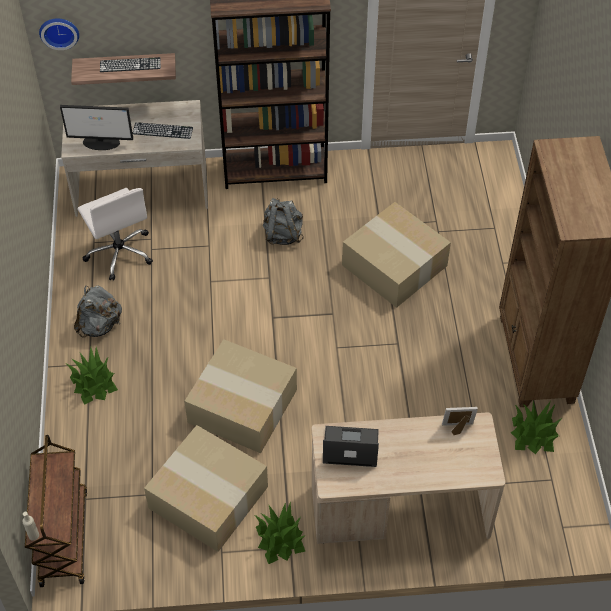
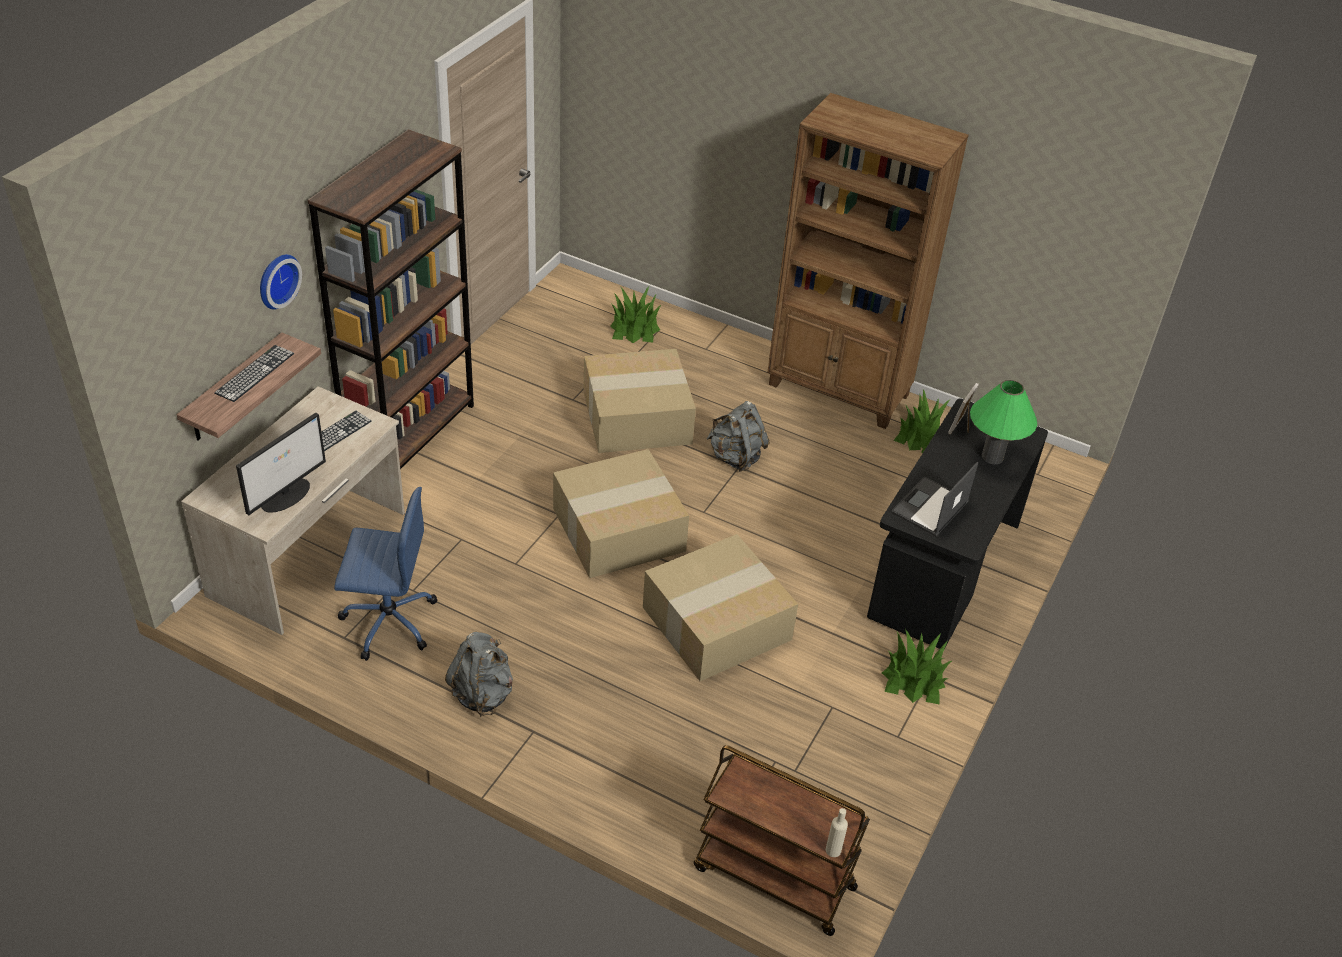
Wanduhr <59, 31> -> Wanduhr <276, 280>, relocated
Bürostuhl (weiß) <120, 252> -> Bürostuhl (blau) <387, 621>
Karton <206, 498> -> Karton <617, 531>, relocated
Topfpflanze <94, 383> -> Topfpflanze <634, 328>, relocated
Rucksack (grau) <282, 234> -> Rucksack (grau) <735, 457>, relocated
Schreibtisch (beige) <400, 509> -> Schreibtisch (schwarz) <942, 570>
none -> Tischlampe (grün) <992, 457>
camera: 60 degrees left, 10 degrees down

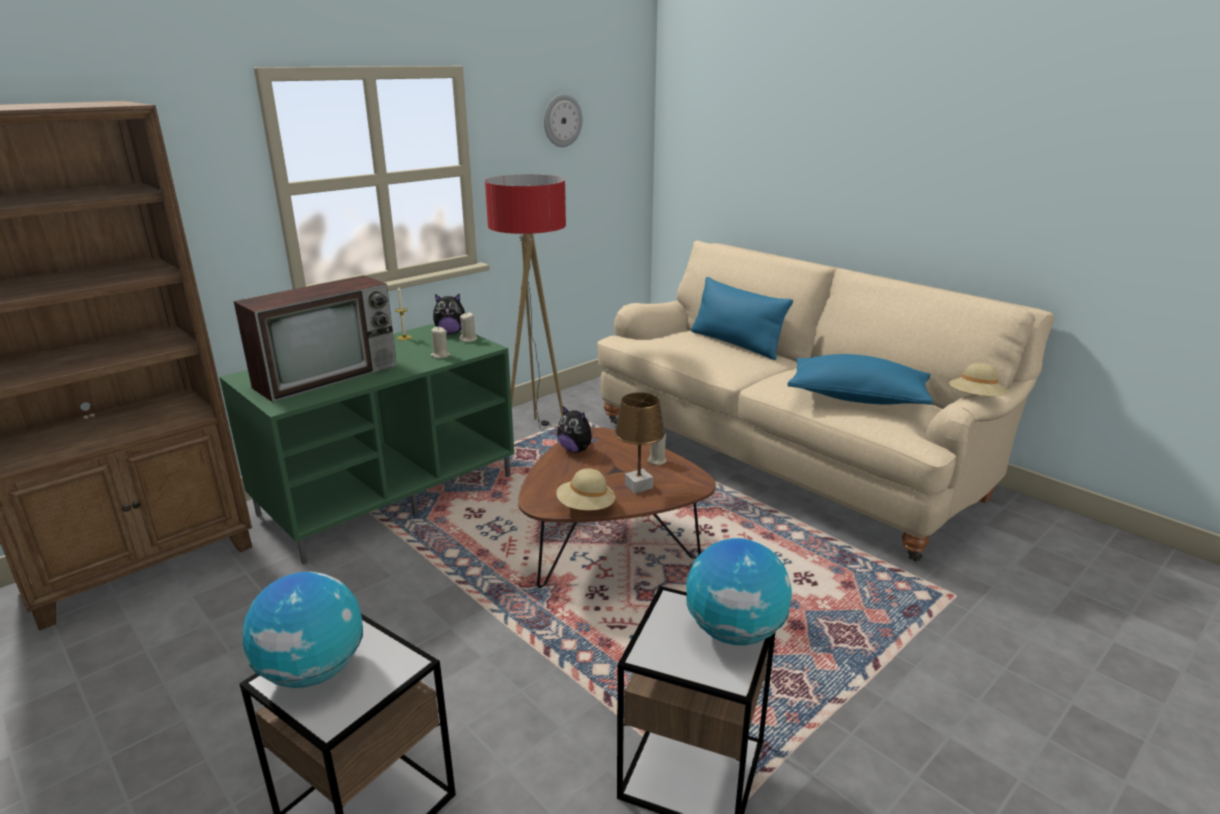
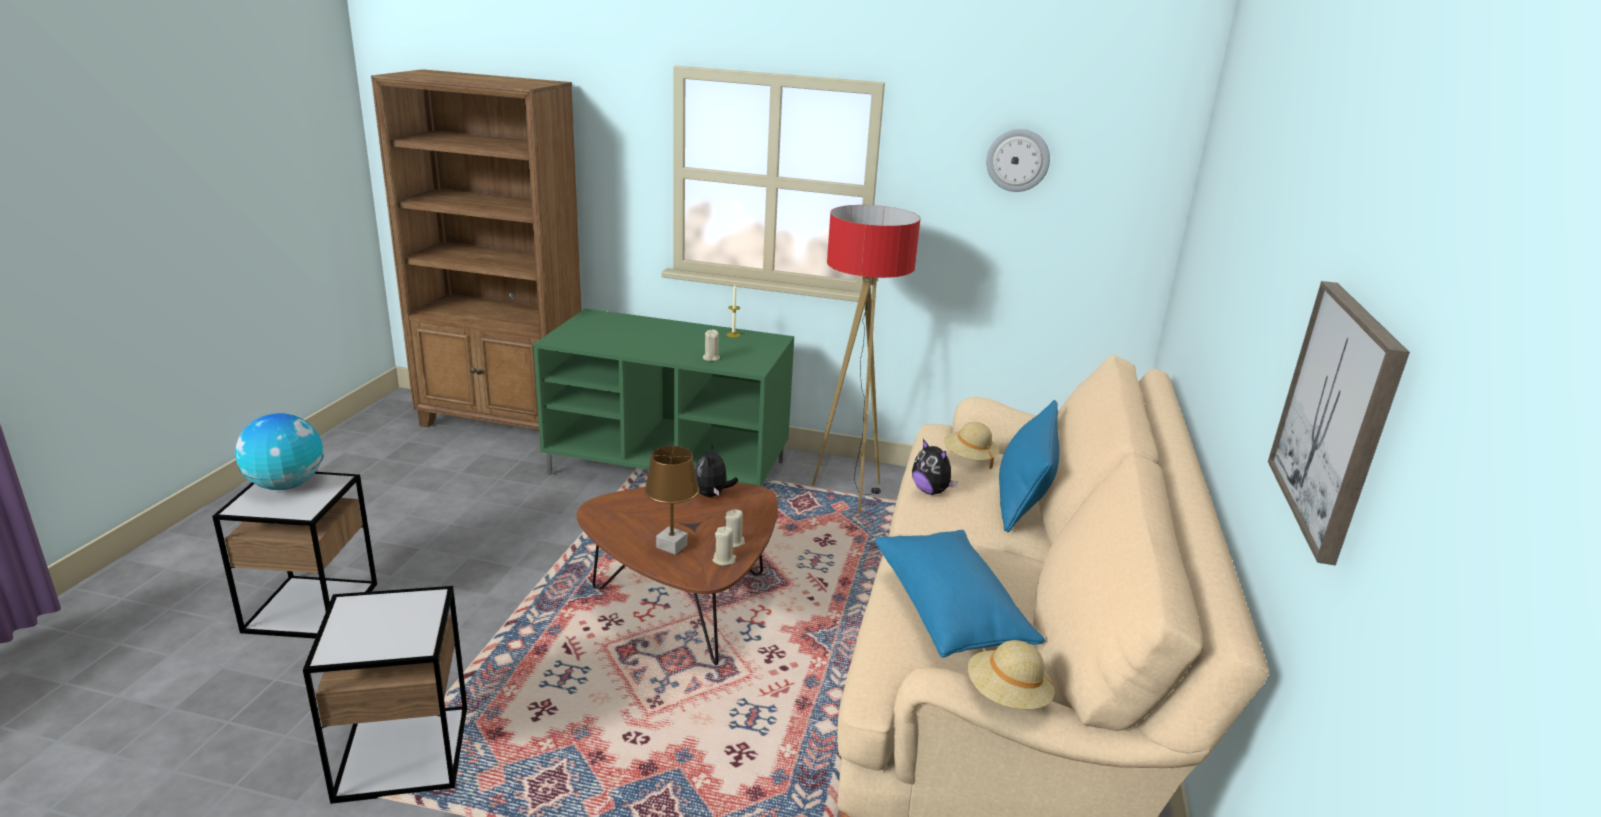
Kerze (beige) <469, 339> -> Kerze (beige) <724, 560>, relocated
Plüschtier <451, 332> -> Plüschtier <931, 491>, relocated
Hut (beige) <586, 508> -> Hut (beige) <969, 458>, relocated
none -> Bild <1336, 416>
Fernseher <329, 375> -> none
Globus <734, 631> -> none
camera: 55 degrees right, 0 degrees up

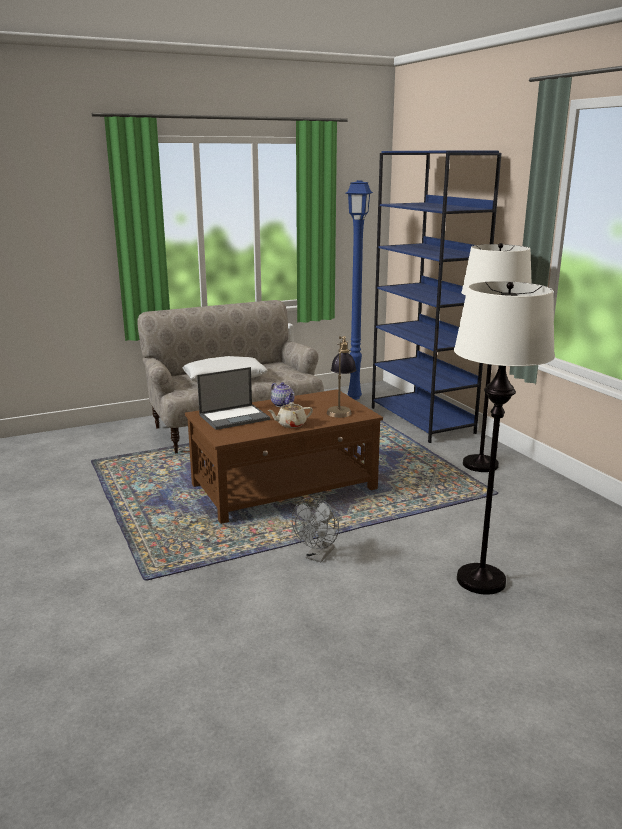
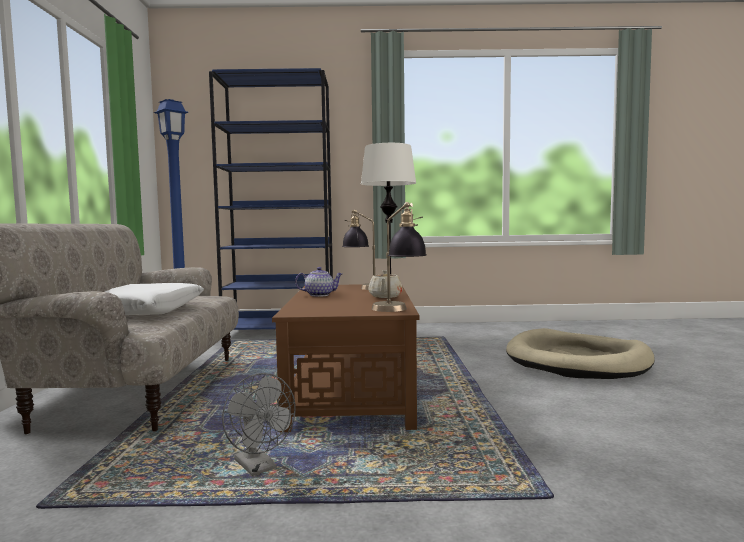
Ventilator (grau) <318, 556> -> Ventilator (grau) <259, 468>, relocated
none -> Tischlampe <398, 310>
Stehlampe (weiß) <481, 580> -> Hundebett (beige) <577, 361>
Laptop <235, 417> -> none
camera: 65 degrees left, 15 degrees down

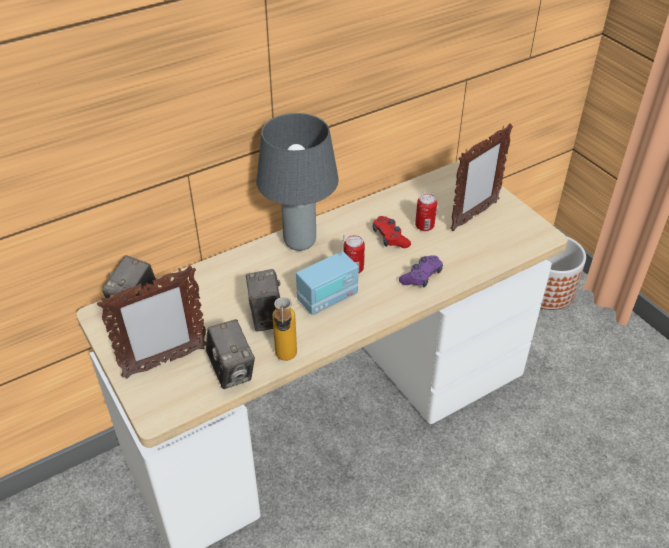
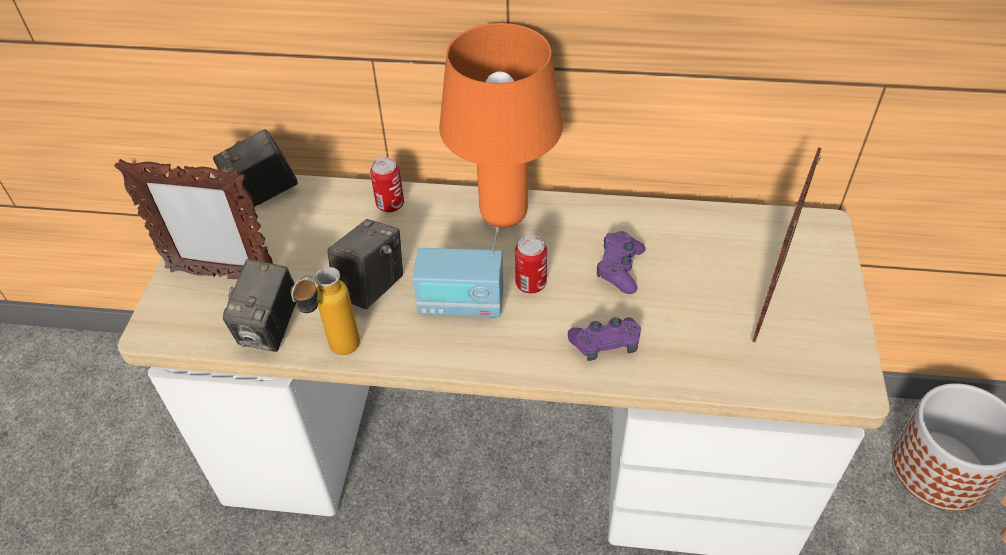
Dose <424, 226> -> Dose <390, 204>, relocated
Tischlampe (grau) <300, 243> -> Tischlampe (orange) <503, 216>
Gamepad (rot) <390, 238> -> Gamepad (lila) <620, 268>
Bilderrahmen <473, 216> -> Bilderrahmen <770, 300>, 120 degrees clockwise
camera: 40 degrees right, 5 degrees up

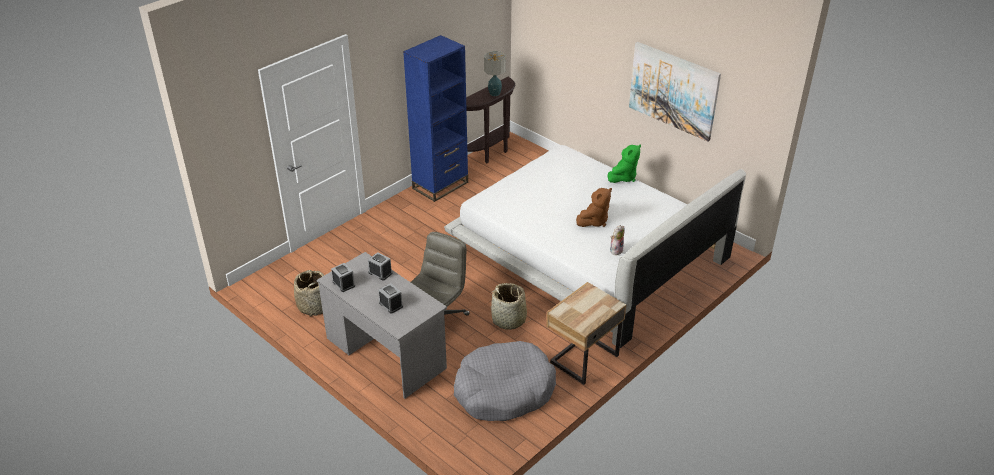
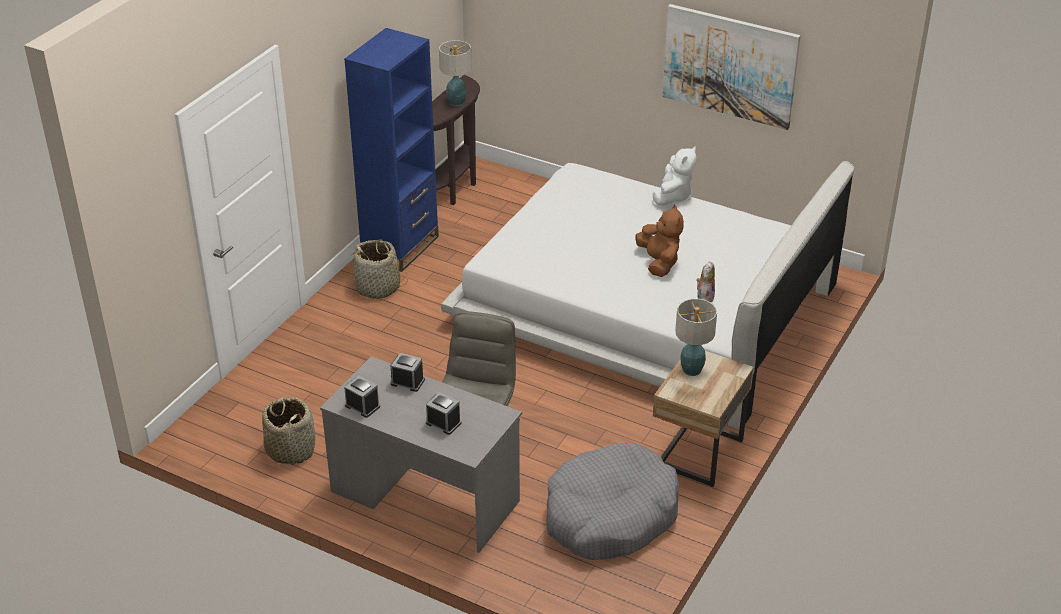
Korb <509, 320> -> Korb <378, 288>, relocated
Plüschtier (braun) <594, 221> -> Plüschtier (braun) <659, 263>, 45 degrees counterclockwise
Plüschtier (grün) <623, 177> -> Plüschtier (weiß) <673, 196>
none -> Tischlampe <691, 369>
camera: 15 degrees left, 0 degrees up

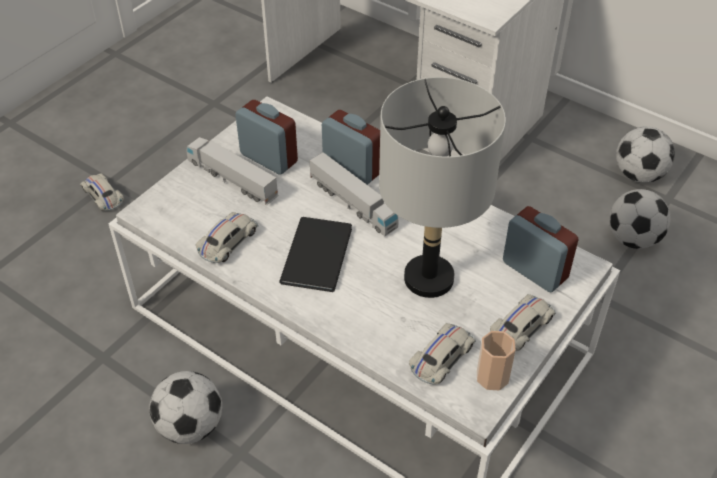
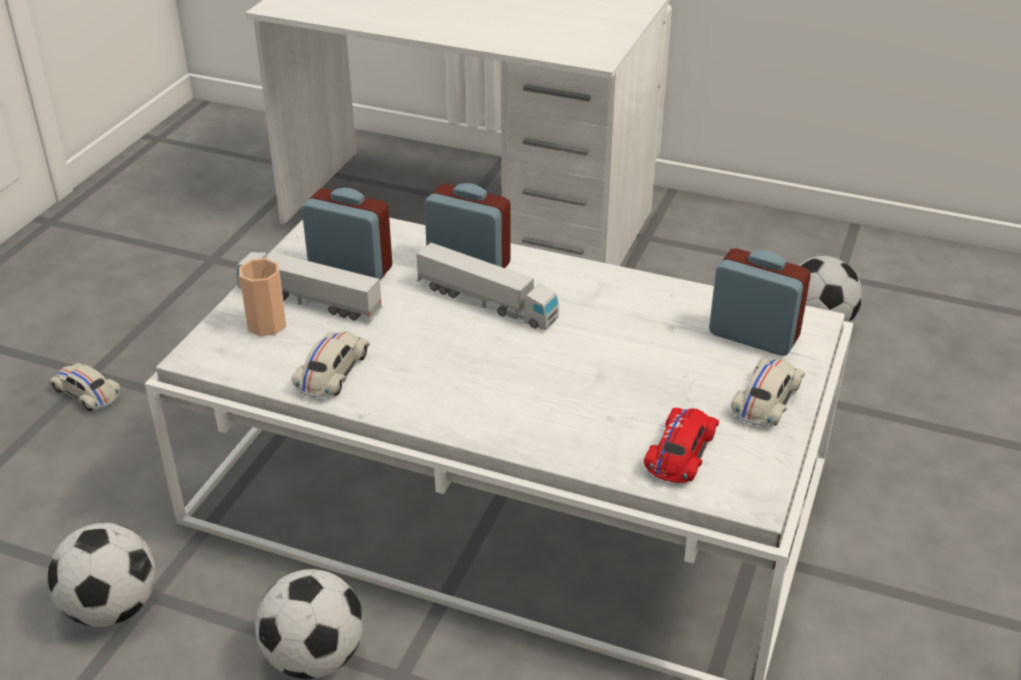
Fußball <638, 175> -> Fußball <112, 608>, relocated
Tasse <492, 377> -> Tasse <267, 324>, relocated
Spielzeugauto (weiß) <442, 358> -> Spielzeugauto (rot) <681, 453>
Buch (schwarz) <320, 253> -> none
Tischlampe (grau) <429, 278> -> none
camera: 15 degrees left, 10 degrees down

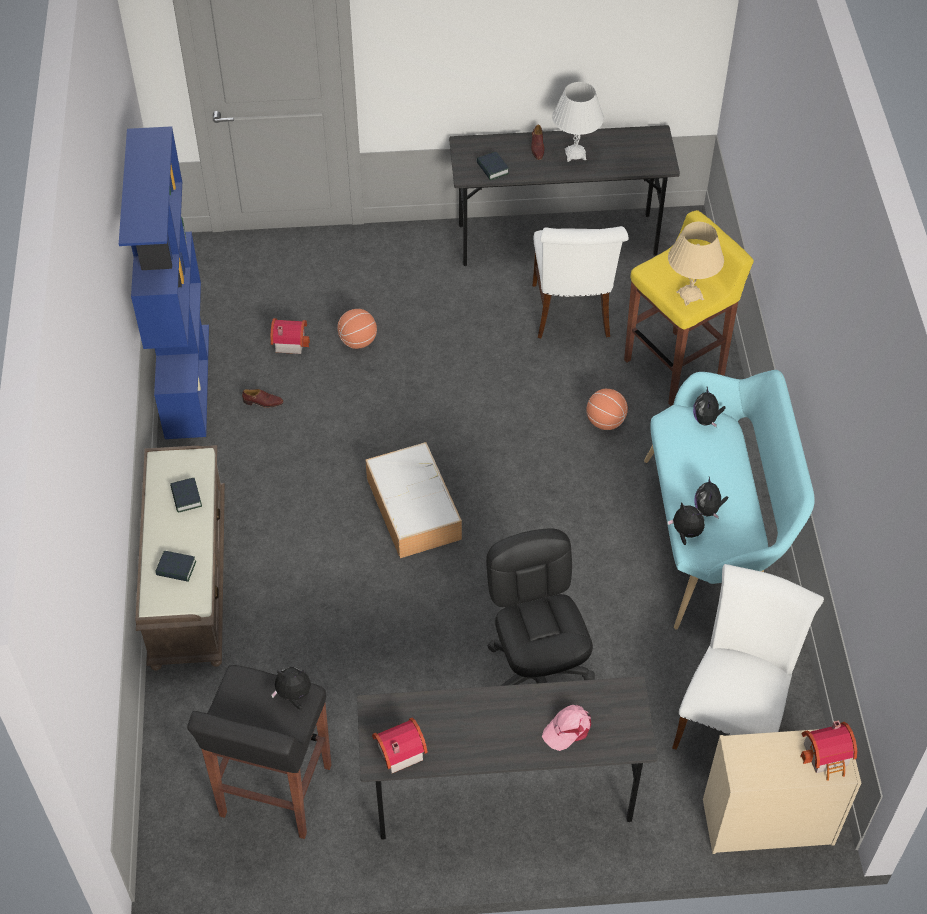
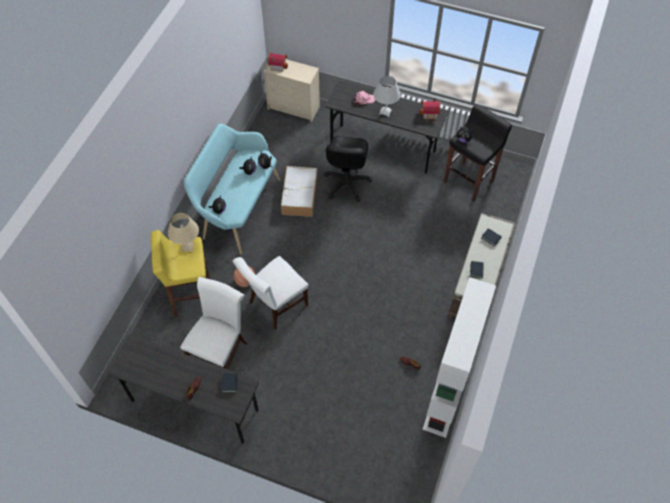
Stuhl (weiß) <732, 720> -> Stuhl (weiß) <275, 305>, relocated
Aufbewahrungsbox <412, 507> -> Aufbewahrungsbox <300, 196>, relocated
Tischlampe (weiß) <575, 154> -> Tischlampe (weiß) <385, 112>, relocated
Bücherregal (blau) <186, 380> -> Bücherregal (weiß) <446, 395>
Spielzeughaus <289, 341> -> none
Basketball <357, 341> -> none
camera: 155 degrees left, 5 degrees up

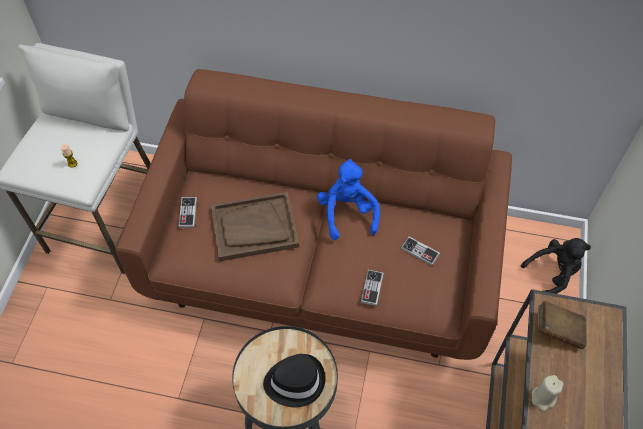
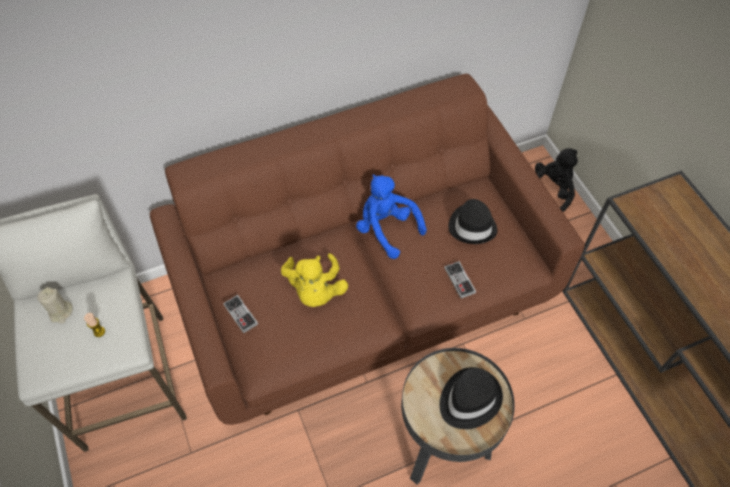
Kerze (beige) <543, 398> -> Kerze (beige) <61, 312>, relocated
Tablett (braun) <254, 228> -> Plüschtier (gelb) <315, 290>
Gamepad <420, 251> -> Hut (schwarz) <472, 226>
Buch (braun) <558, 330> -> none
camera: 35 degrees left, 0 degrees up

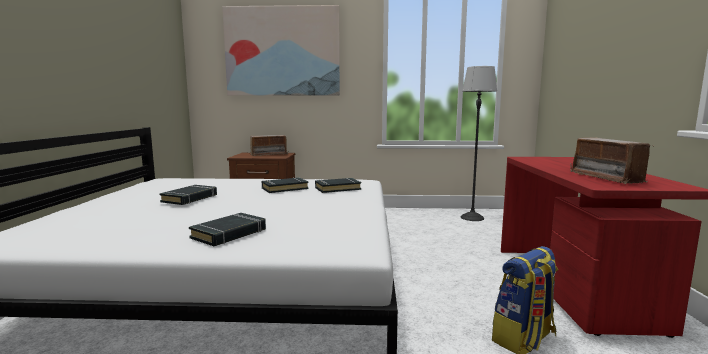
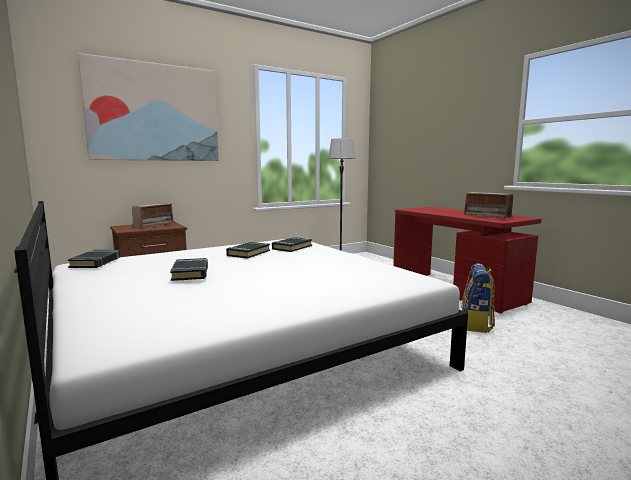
Buch (schwarz) <229, 234> -> Buch (schwarz) <96, 262>, relocated
camera: 35 degrees left, 0 degrees up

